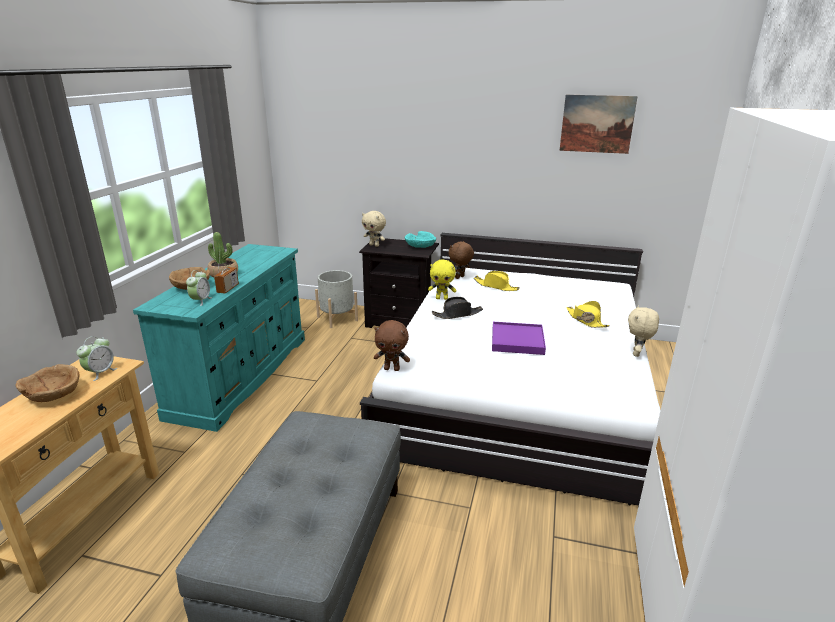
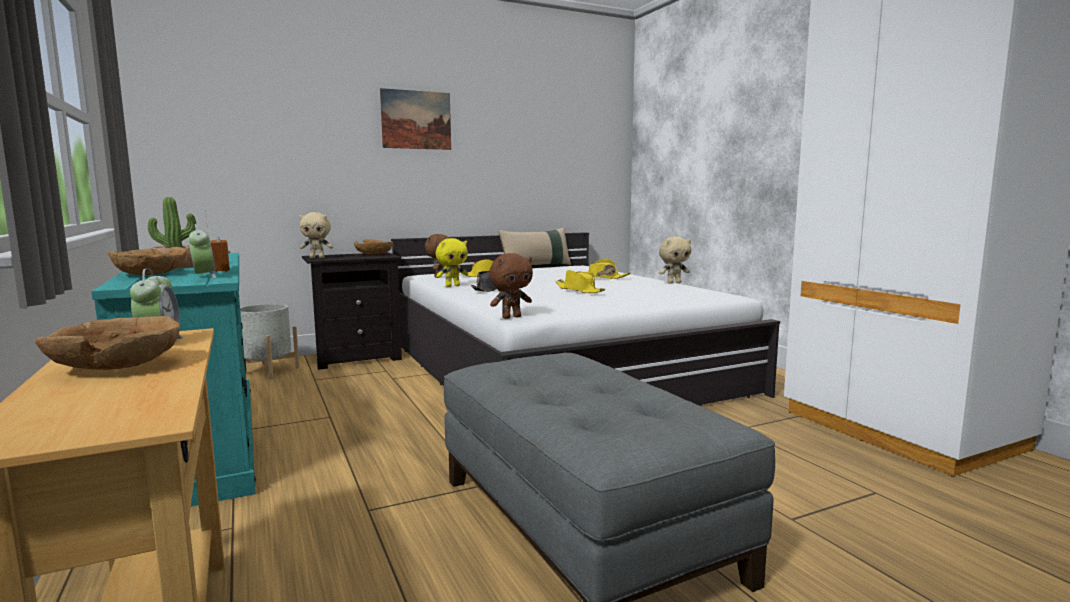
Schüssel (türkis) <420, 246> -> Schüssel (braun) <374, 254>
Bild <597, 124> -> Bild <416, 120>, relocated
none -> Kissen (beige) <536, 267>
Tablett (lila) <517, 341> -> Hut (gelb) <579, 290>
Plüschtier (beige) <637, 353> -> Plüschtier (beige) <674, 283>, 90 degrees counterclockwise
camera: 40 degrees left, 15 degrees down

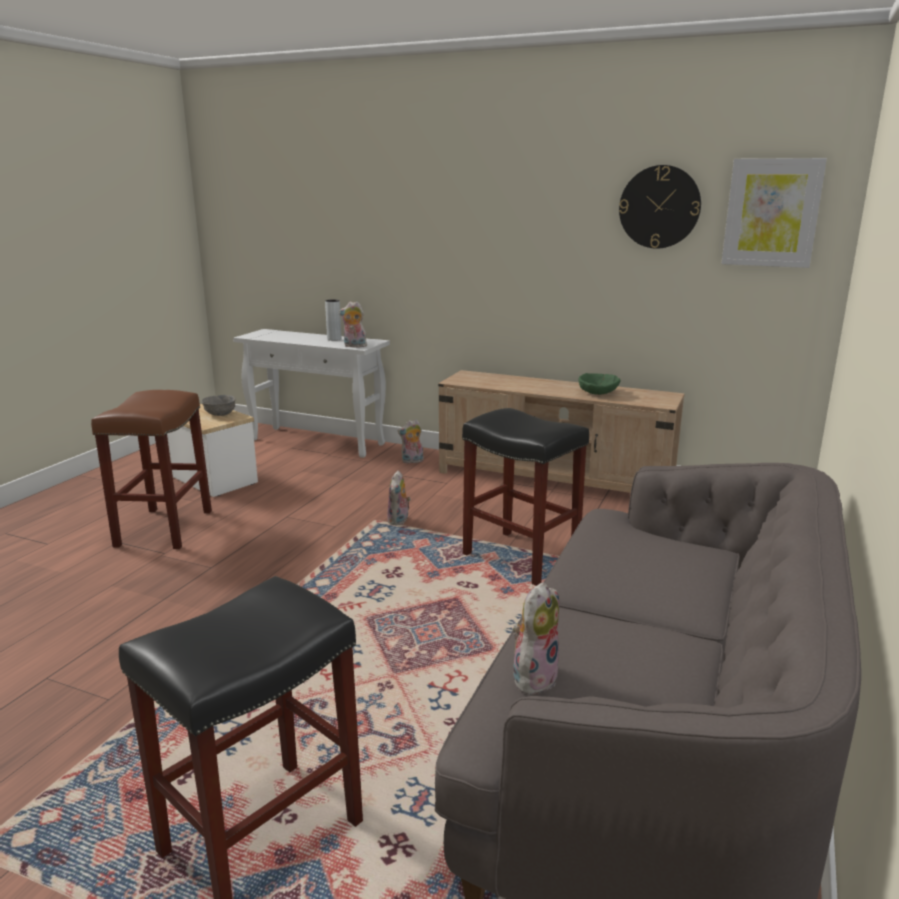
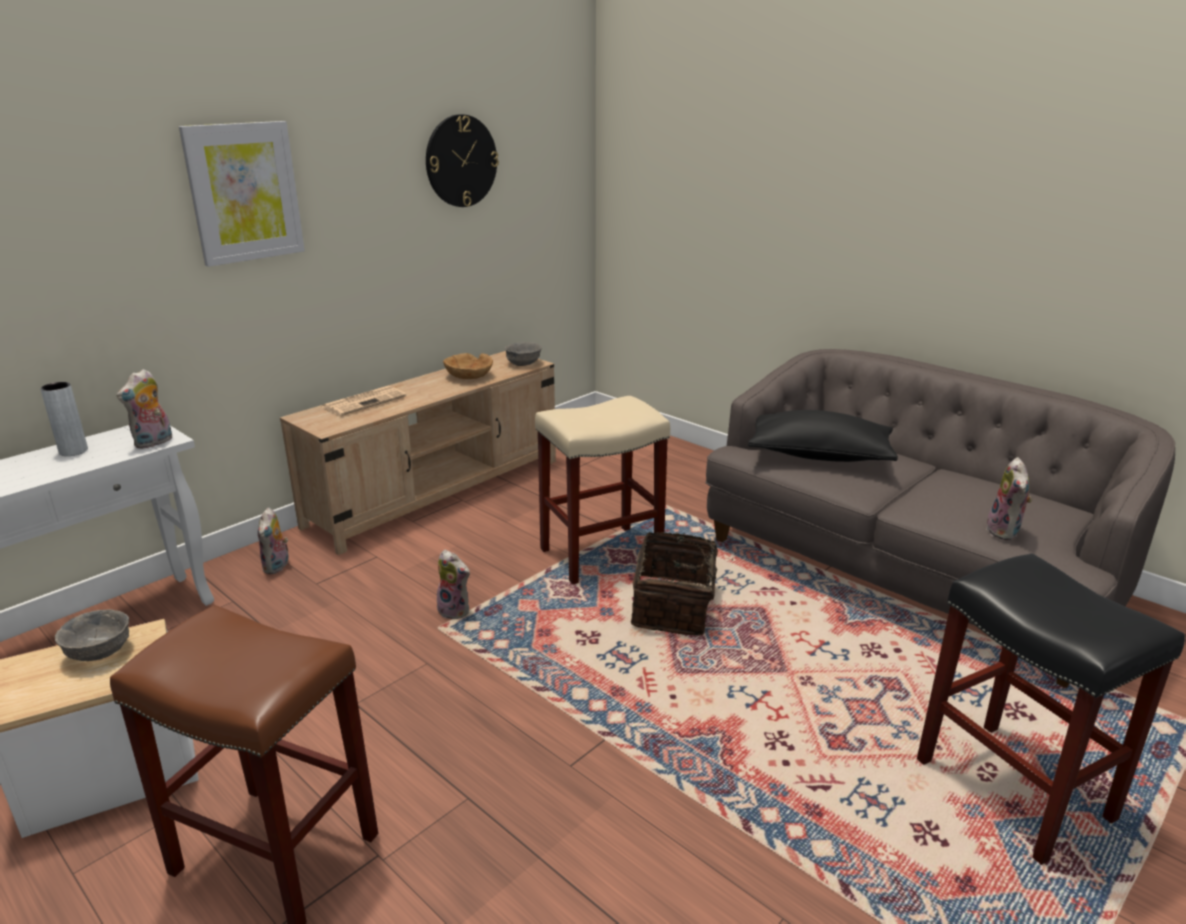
Bild <771, 213> -> Bild <244, 192>, relocated
none -> Zeitung <365, 401>
Schüssel (grün) <598, 393> -> Schüssel (braun) <468, 376>
none -> Schüssel (grau) <523, 364>
Hocker (schwarz) <519, 557> -> Hocker (beige) <600, 555>
none -> Korb <674, 607>
none -> Kissen (schwarz) <819, 455>
Plüschtier <533, 676> -> Plüschtier <1005, 532>, 135 degrees counterclockwise
camera: 70 degrees left, 5 degrees up

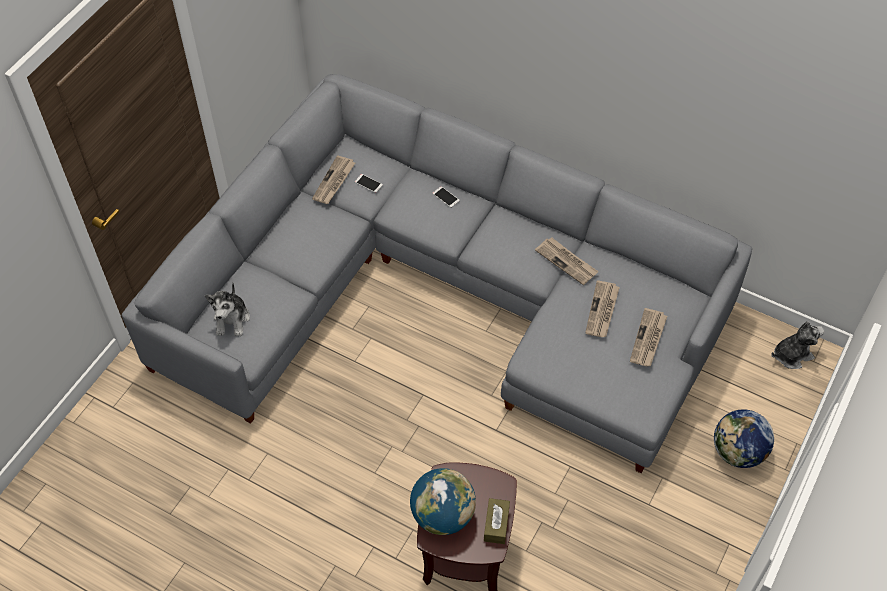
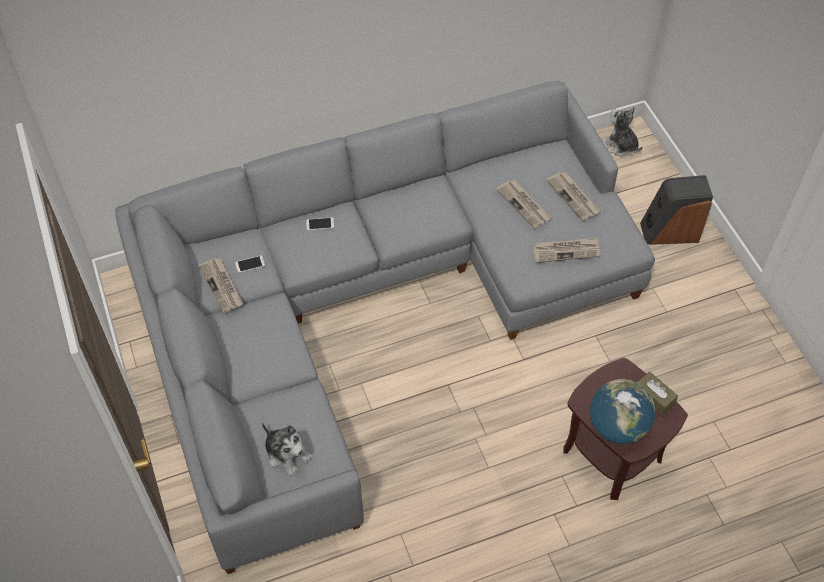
Zeitung <567, 262> -> Zeitung <566, 251>, relocated
Plüschtier <791, 355> -> Plüschtier <621, 146>, 60 degrees counterclockwise
Globus <738, 452> -> Lautsprecher <669, 231>
camera: 50 degrees left, 0 degrees up

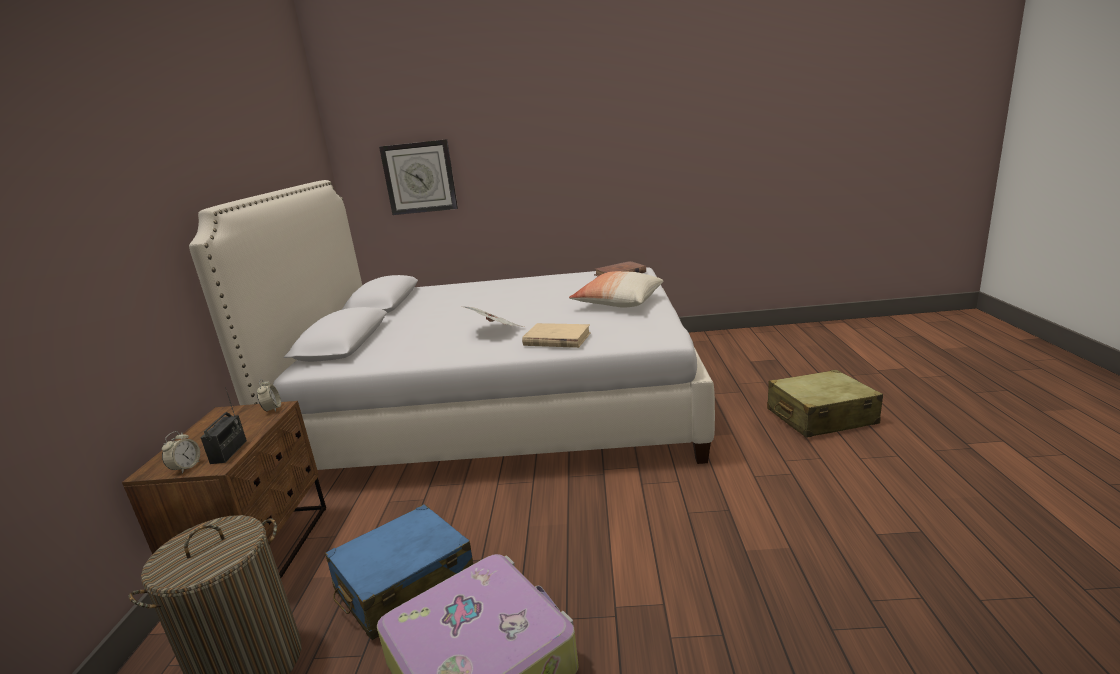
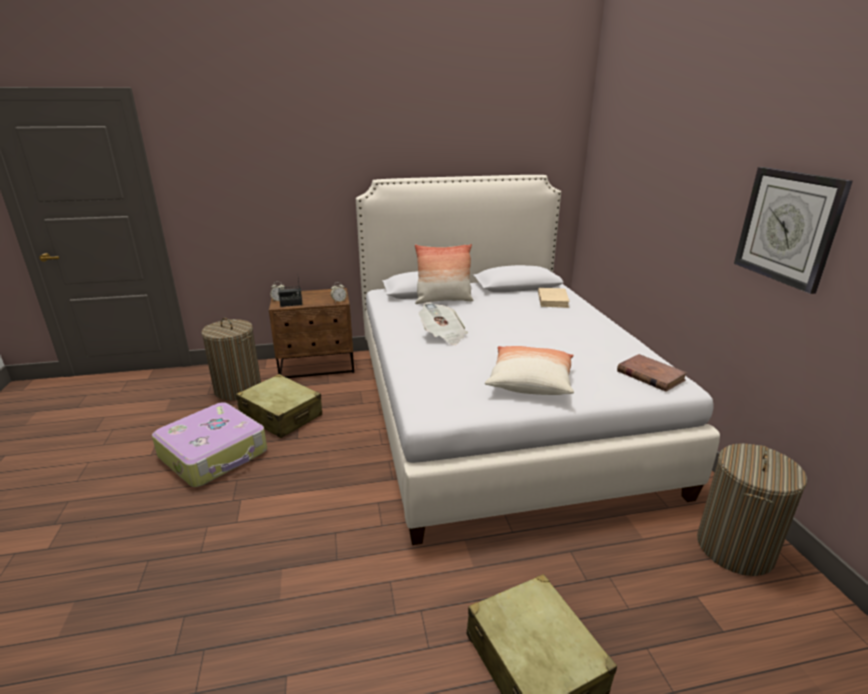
Koffer (blau) <404, 584> -> Koffer (beige) <281, 416>
none -> Kissen <443, 300>
Buch (beige) <556, 339> -> Buch (beige) <552, 300>, relocated
none -> Wäschekorb <735, 548>
Wanduhr <419, 177> -> Wanduhr <788, 227>, relocated
camera: 75 degrees right, 5 degrees up

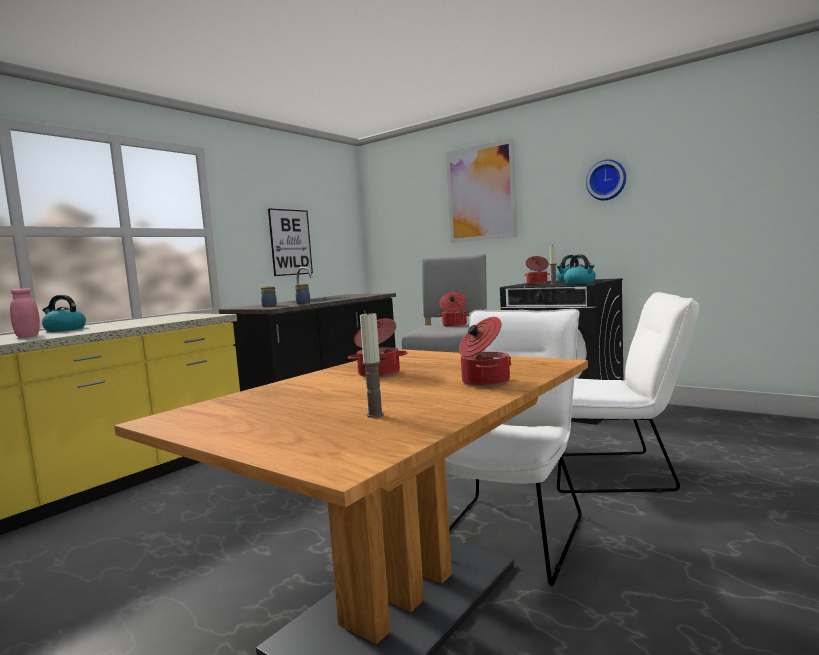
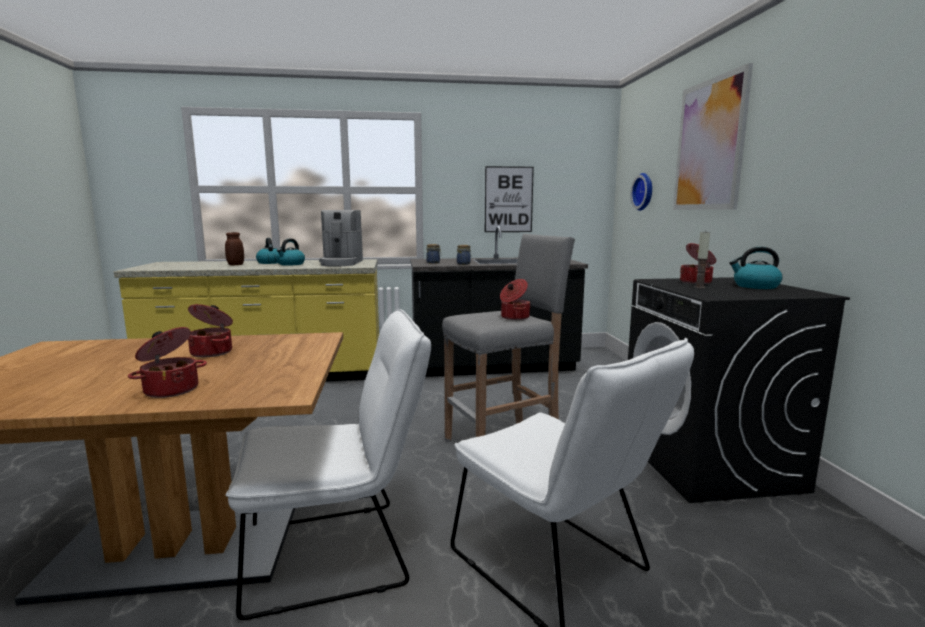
Vorratsglas (rosa) <28, 336> -> Vorratsglas (braun) <236, 265>
Wasserkessel <580, 283> -> Wasserkessel <291, 264>, relocated
none -> Kaffeemaschine <341, 263>
Wanduhr <606, 180> -> Wanduhr <644, 191>, relocated
Kerze <375, 415> -> none
camera: 45 degrees right, 5 degrees up

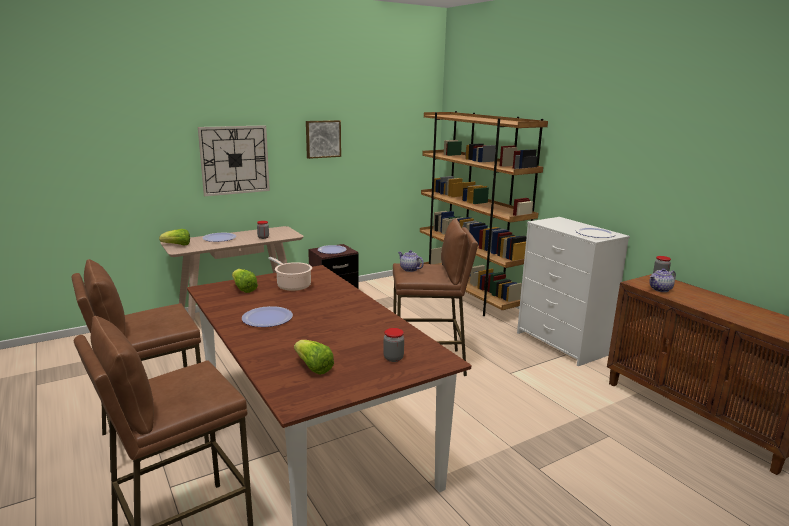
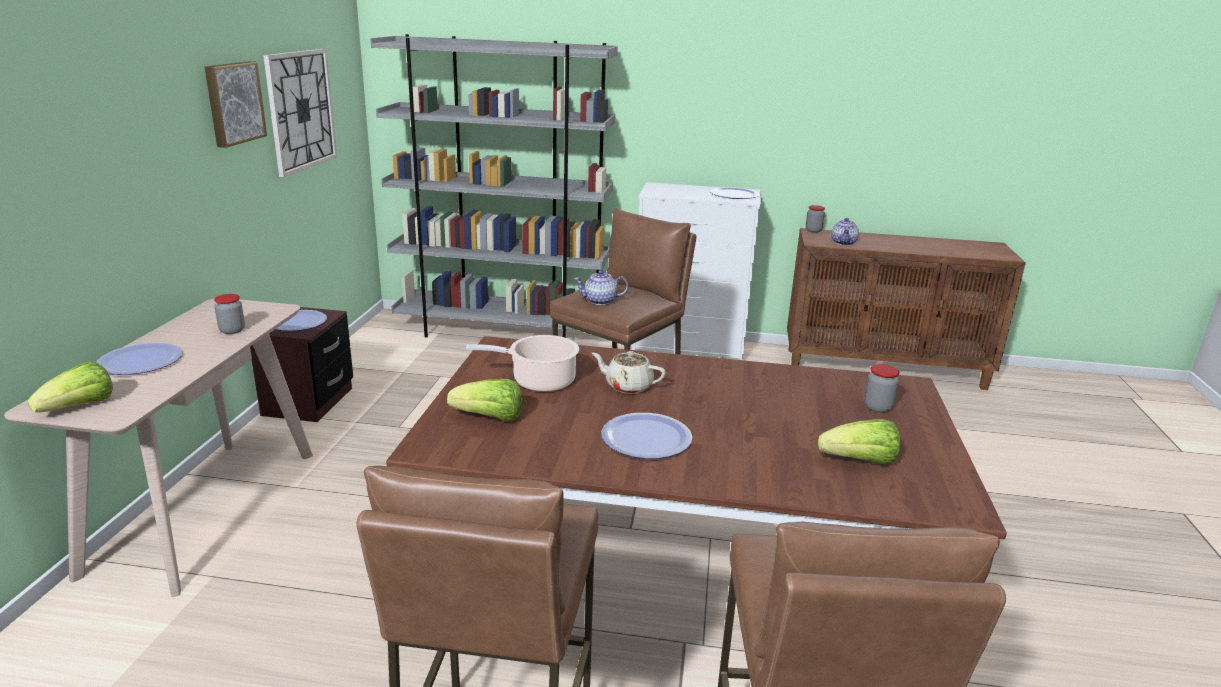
Wanduhr <234, 160> -> Wanduhr <301, 110>, relocated
Bücherregal (braun) <468, 296> -> Bücherregal (grau) <502, 332>
none -> Teekanne (beige) <628, 386>
camera: 50 degrees left, 5 degrees up

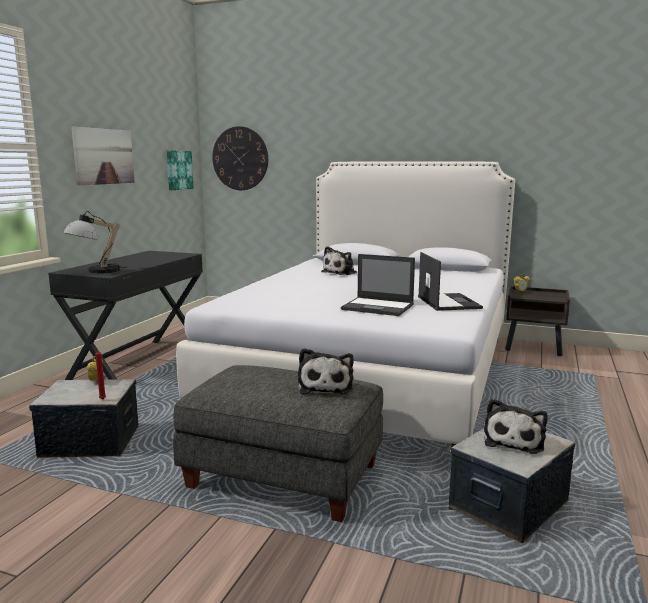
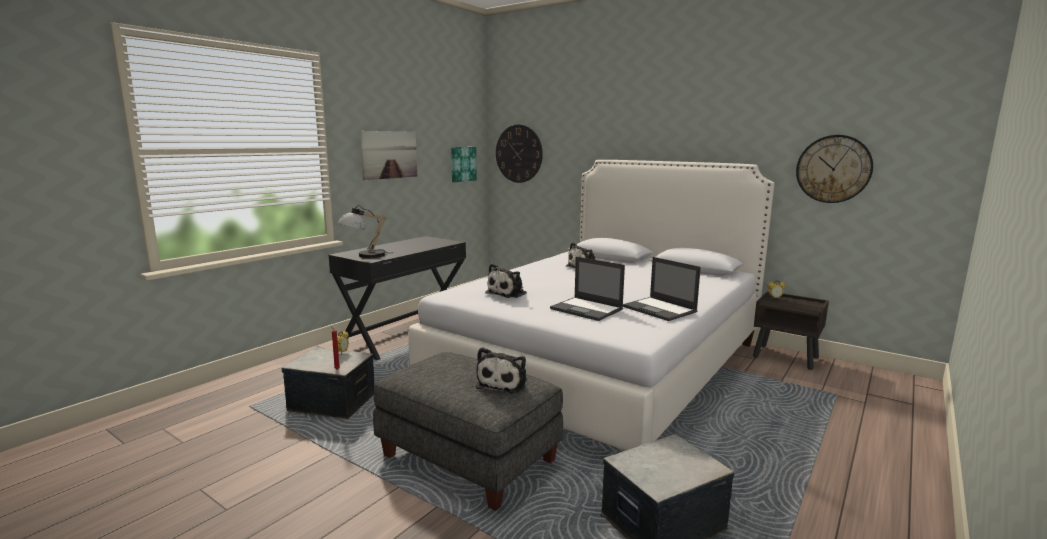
Plüschtier <514, 440> -> Plüschtier <508, 293>, relocated
Laptop <448, 302> -> Laptop <660, 309>, 135 degrees clockwise
none -> Wanduhr <833, 169>
camera: 15 degrees right, 0 degrees up

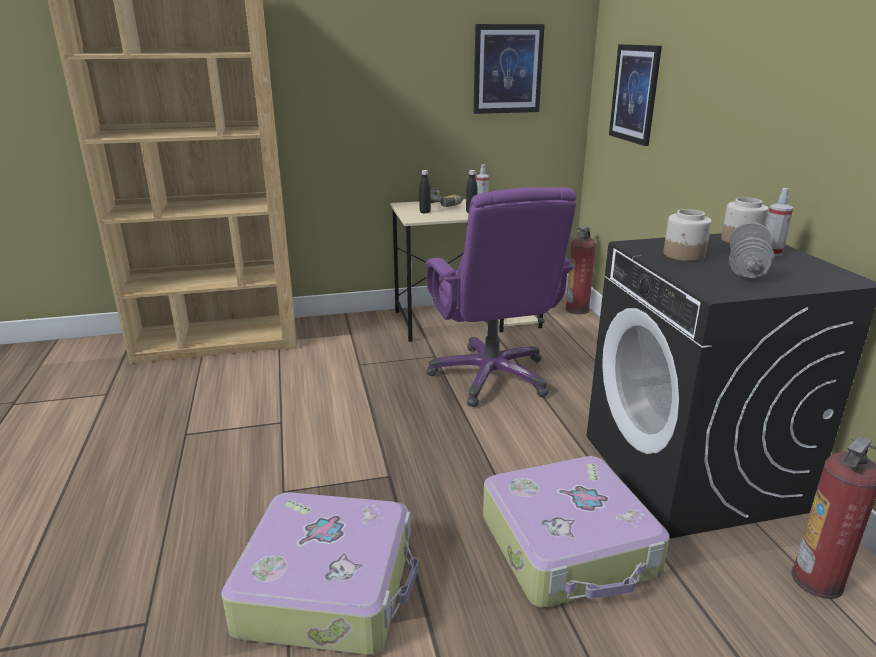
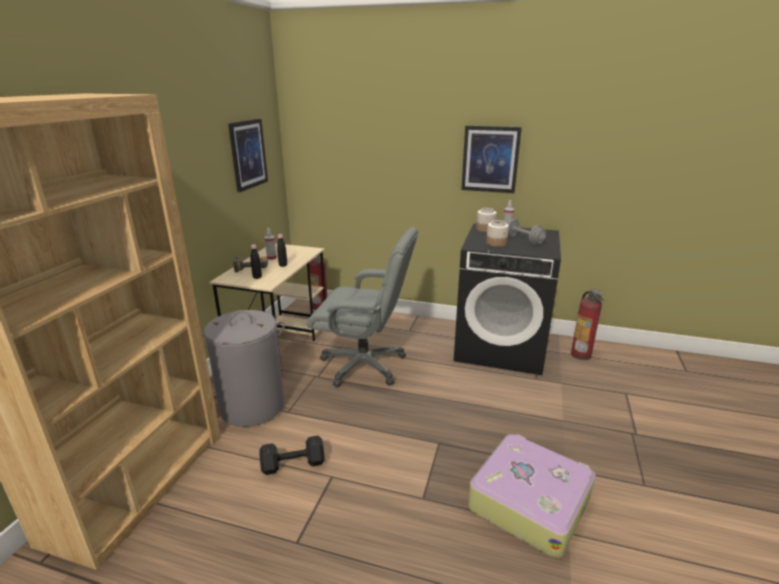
none -> Wäschekorb (grau) <252, 406>
none -> Hantel (schwarz) <292, 464>
Bürostuhl (lila) <491, 376> -> Bürostuhl (grau) <364, 365>
Bild <635, 93> -> Bild <490, 159>, relocated
Koffer <569, 546> -> none
camera: 60 degrees left, 0 degrees up

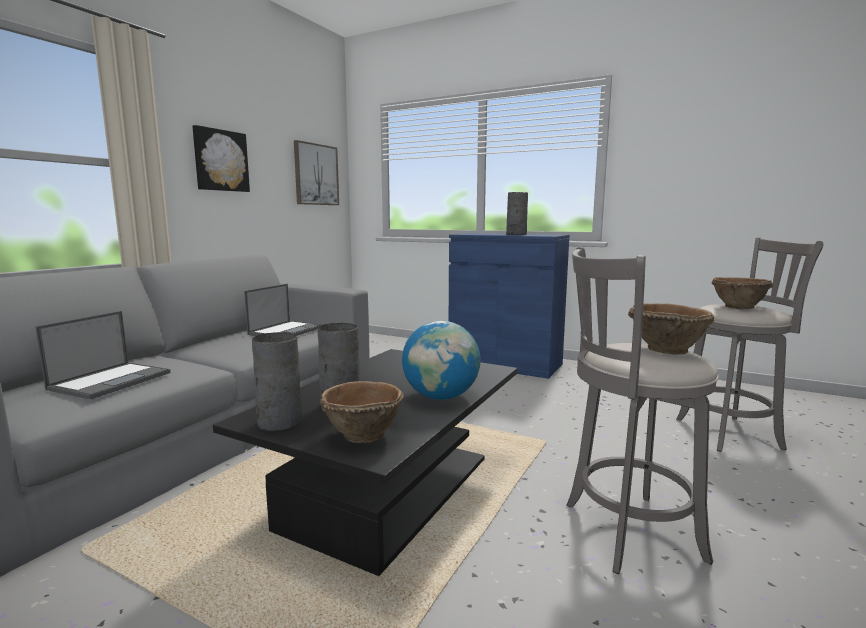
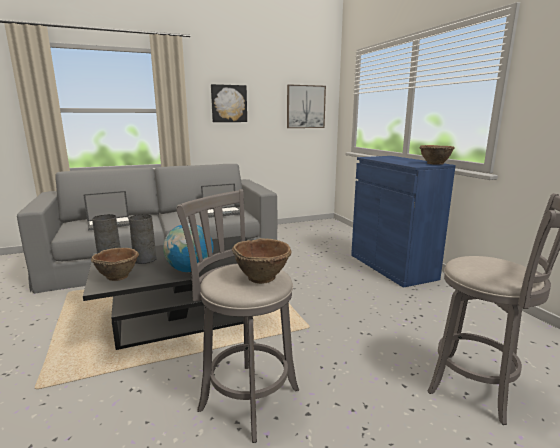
Schüssel (braun) <737, 307> -> Schüssel (braun) <434, 163>, relocated
Vase (grau) <515, 234> -> none
camera: 40 degrees right, 5 degrees up

